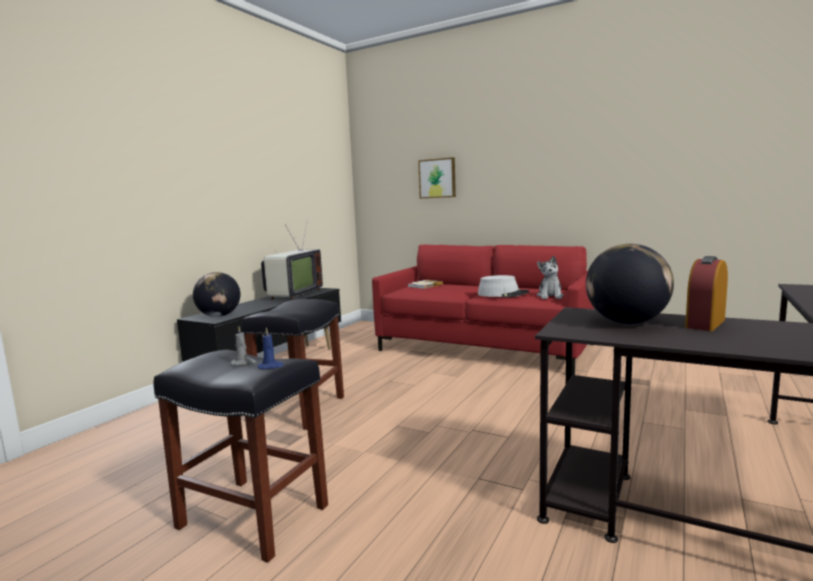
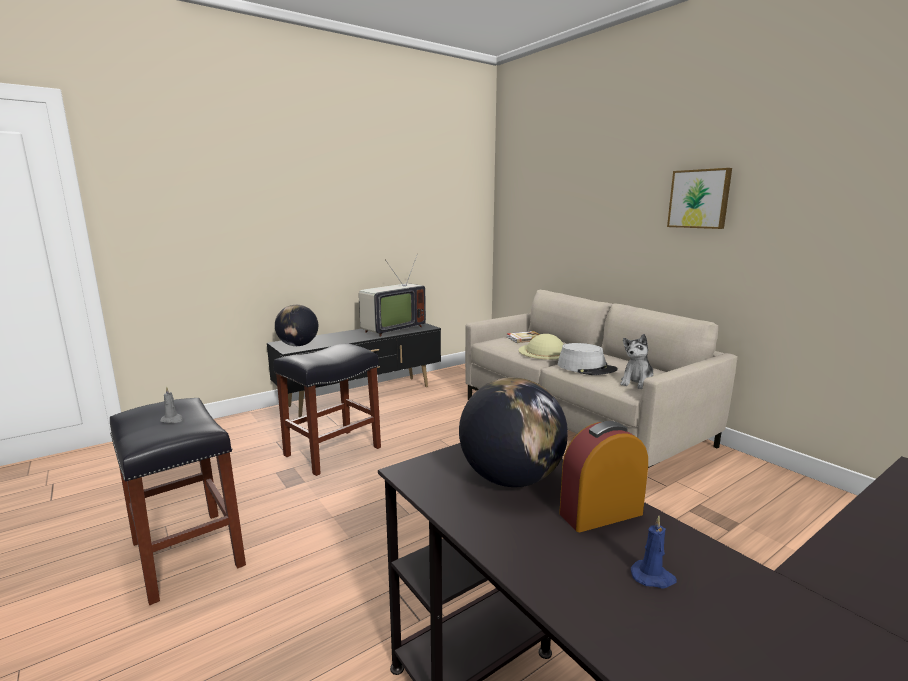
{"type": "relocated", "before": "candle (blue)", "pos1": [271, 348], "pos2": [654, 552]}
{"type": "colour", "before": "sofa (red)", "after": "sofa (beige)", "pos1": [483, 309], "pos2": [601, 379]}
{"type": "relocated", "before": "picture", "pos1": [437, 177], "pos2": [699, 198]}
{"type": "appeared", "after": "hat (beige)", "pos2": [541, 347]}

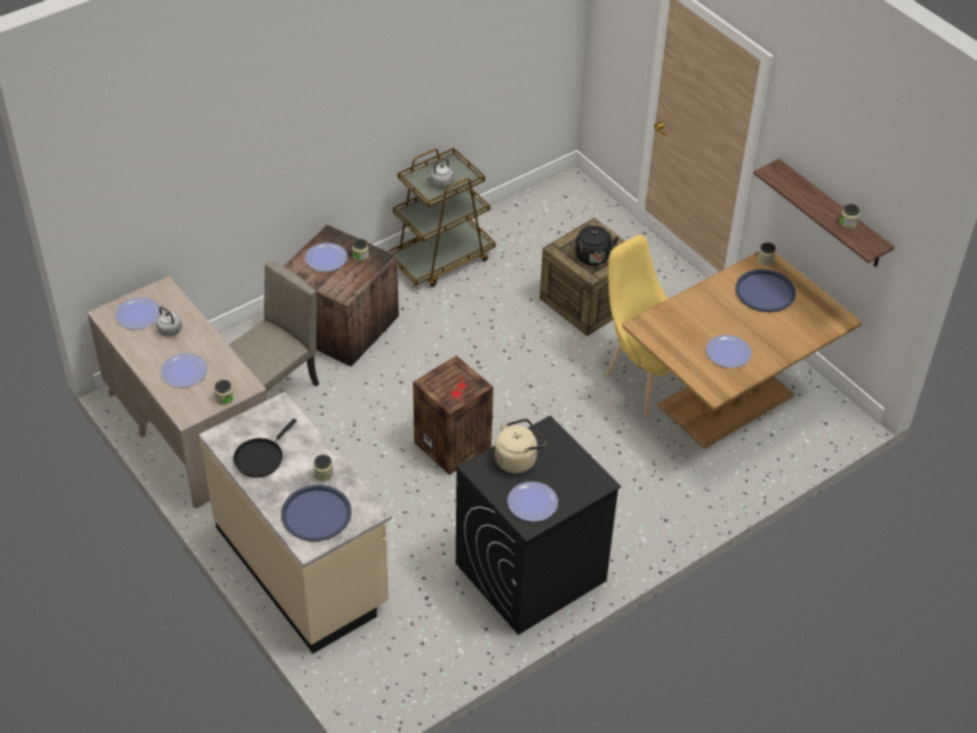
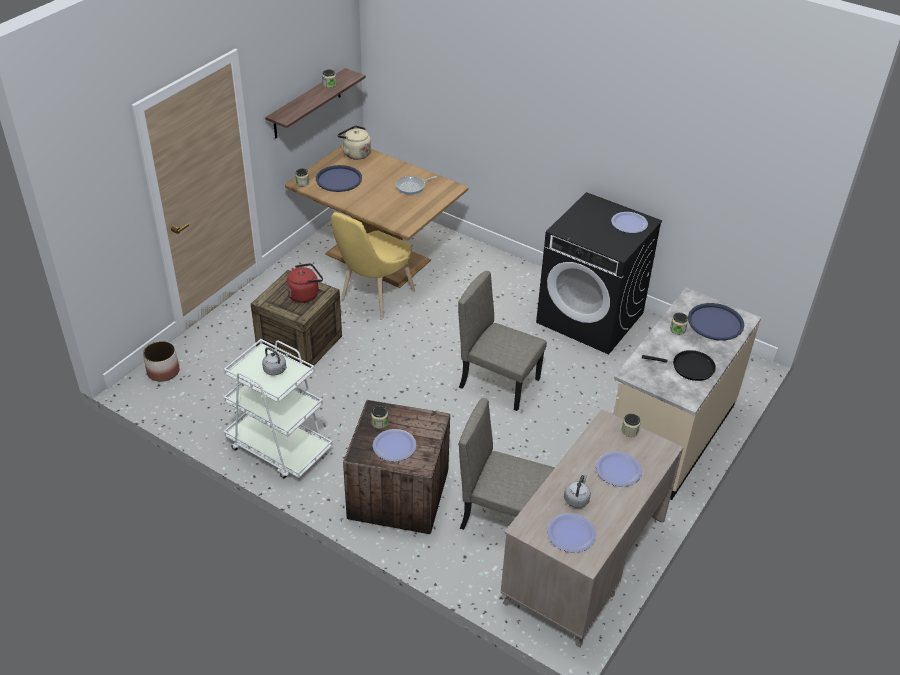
{"type": "colour", "before": "cart (brown)", "after": "cart (white)", "pos1": [442, 217], "pos2": [278, 409]}
{"type": "exchanged", "before": "crate", "after": "chair (beige)", "pos1": [453, 415], "pos2": [502, 341]}
{"type": "relocated", "before": "kettle (beige)", "pos1": [520, 445], "pos2": [354, 142]}
{"type": "colour", "before": "kettle (black)", "after": "kettle (red)", "pos1": [597, 245], "pos2": [304, 283]}
{"type": "exchanged", "before": "plate", "after": "frying pan", "pos1": [729, 351], "pos2": [416, 185]}
{"type": "appeared", "after": "planter", "pos2": [161, 361]}

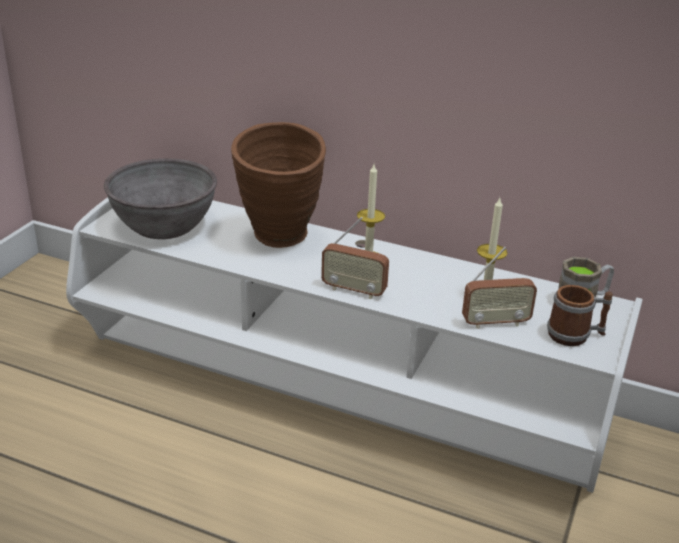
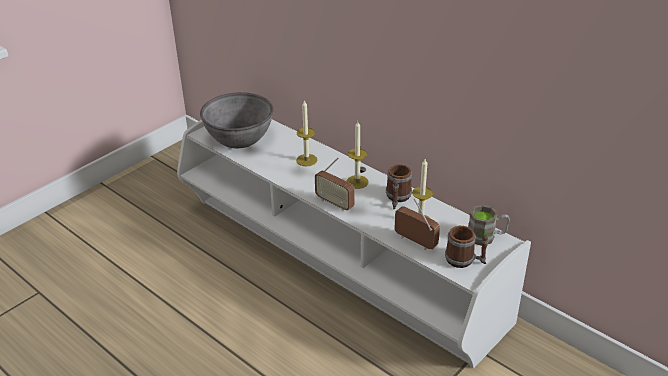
{"type": "exchanged", "before": "vase (brown)", "after": "candle", "pos1": [278, 185], "pos2": [307, 133]}
{"type": "spun", "before": "radio", "pos1": [499, 287], "pos2": [417, 224], "turn": -150}
{"type": "appeared", "after": "mug", "pos2": [399, 186]}

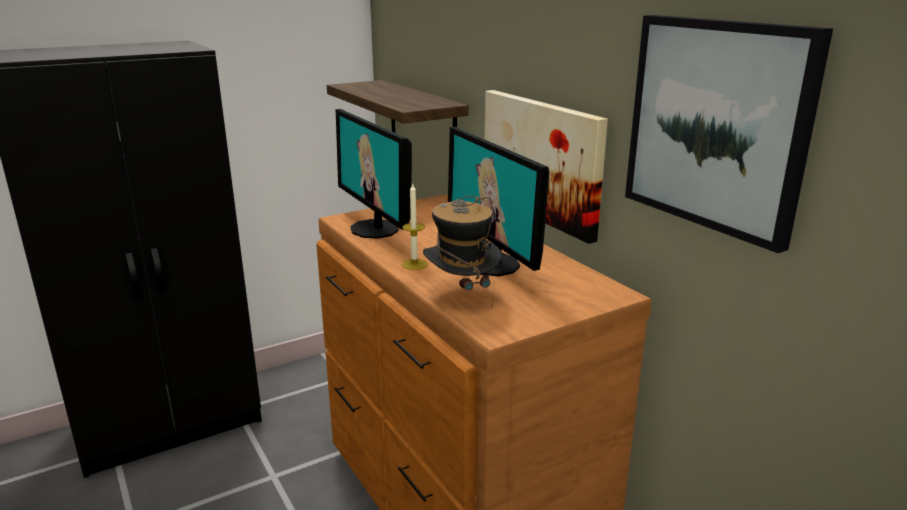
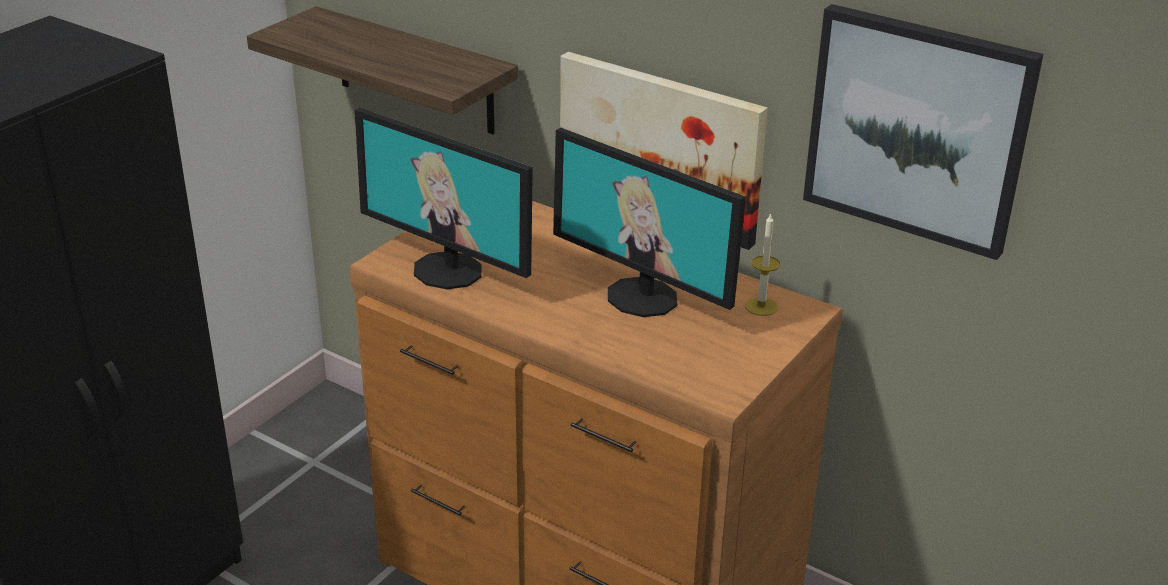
{"type": "relocated", "before": "candle", "pos1": [414, 226], "pos2": [762, 264]}
{"type": "missing", "before": "hat", "pos1": [462, 251]}

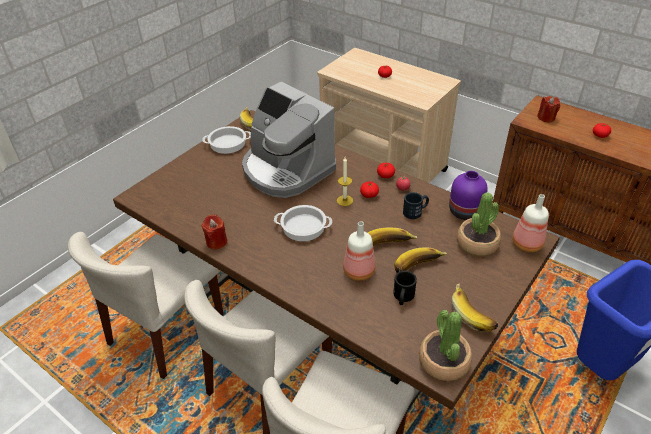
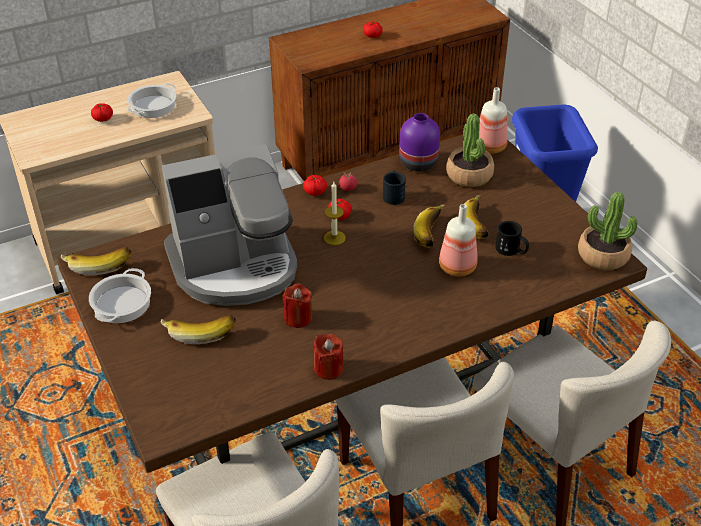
{"type": "relocated", "before": "cooking pot", "pos1": [303, 223], "pos2": [151, 100]}
{"type": "relocated", "before": "banana", "pos1": [475, 307], "pos2": [198, 329]}
{"type": "relocated", "before": "candle (red)", "pos1": [548, 109], "pos2": [297, 305]}

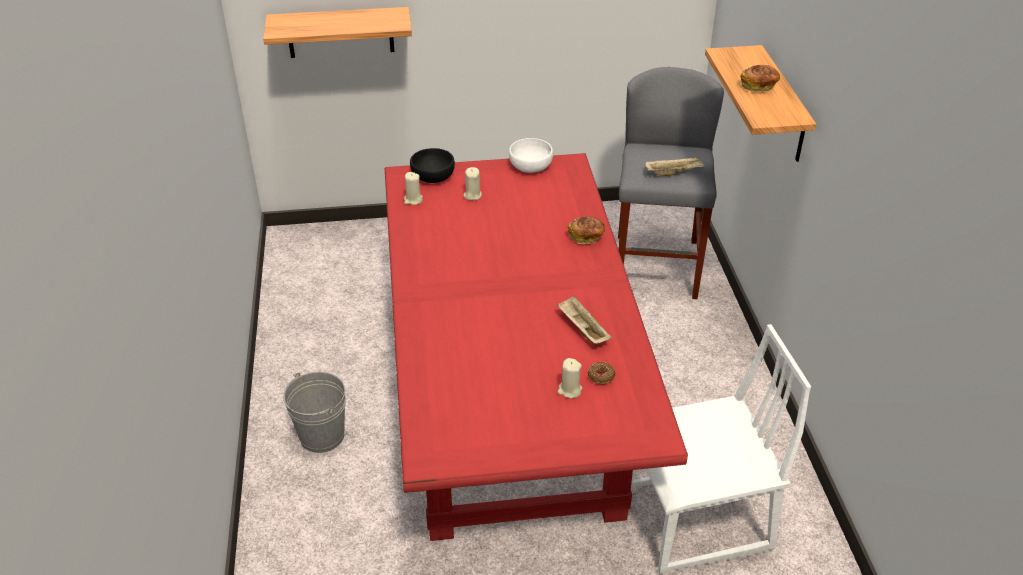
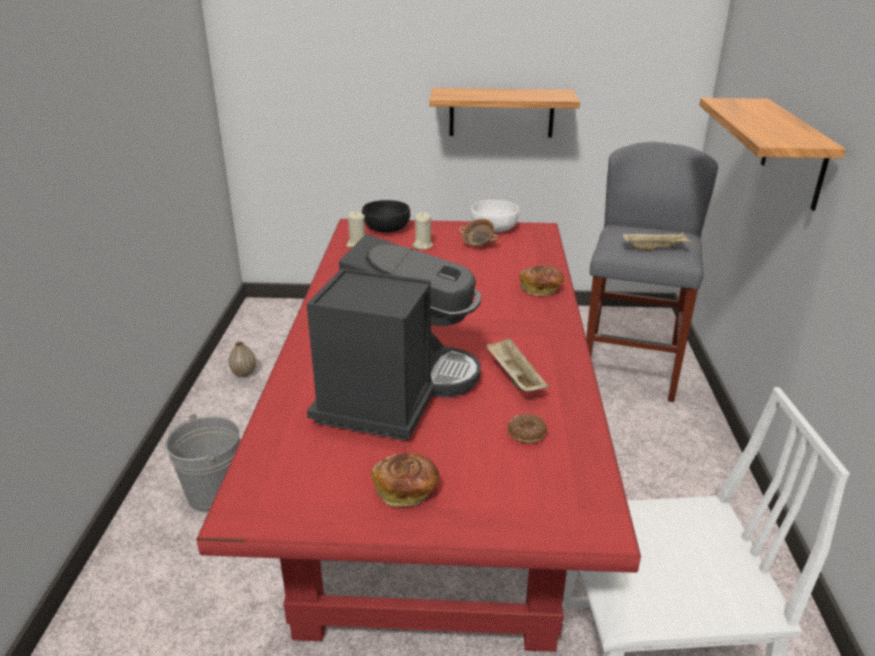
{"type": "relocated", "before": "shelf", "pos1": [337, 32], "pos2": [504, 113]}
{"type": "missing", "before": "candle (beige)", "pos1": [570, 378]}
{"type": "relocated", "before": "bread", "pos1": [760, 79], "pos2": [405, 480]}
{"type": "appeared", "after": "vase", "pos2": [242, 359]}
{"type": "appeared", "after": "coffee machine", "pos2": [394, 337]}
{"type": "appeared", "after": "bowl", "pos2": [479, 233]}

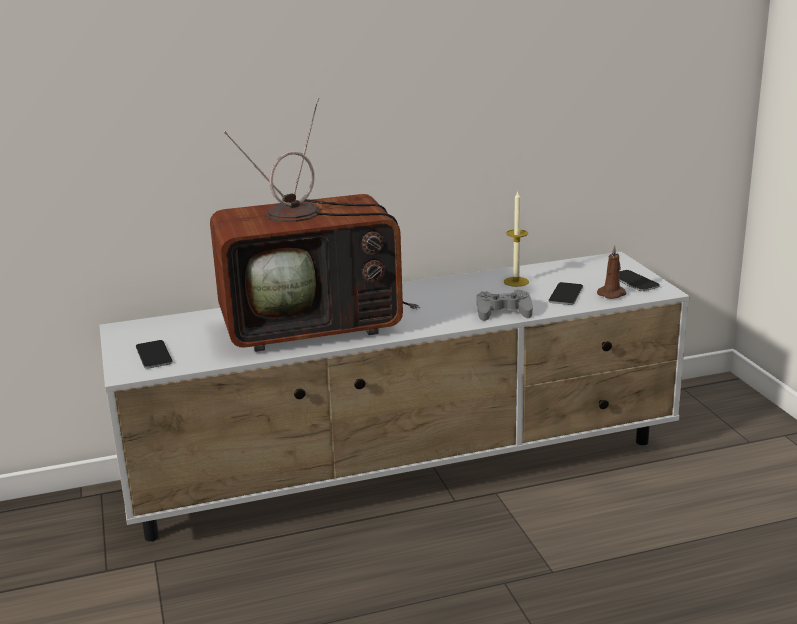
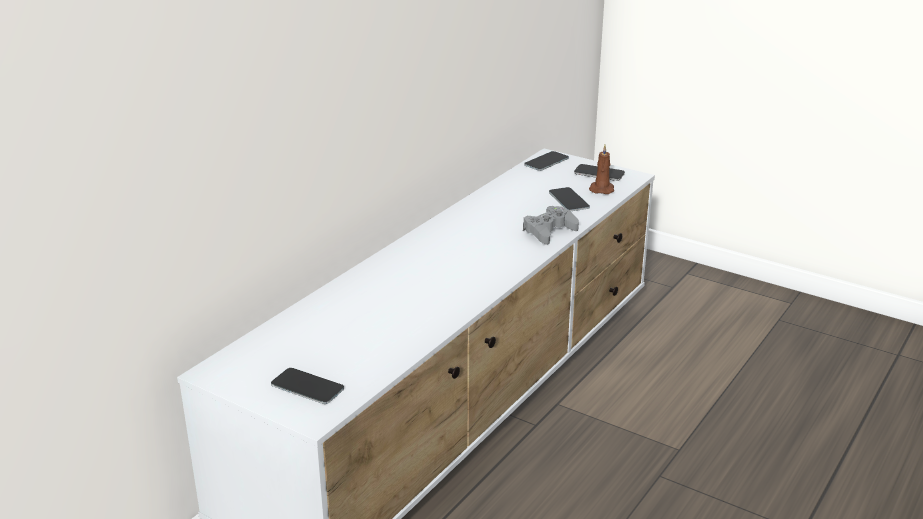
{"type": "missing", "before": "television", "pos1": [315, 225]}
{"type": "missing", "before": "candle", "pos1": [516, 238]}
{"type": "appeared", "after": "phone", "pos2": [546, 161]}

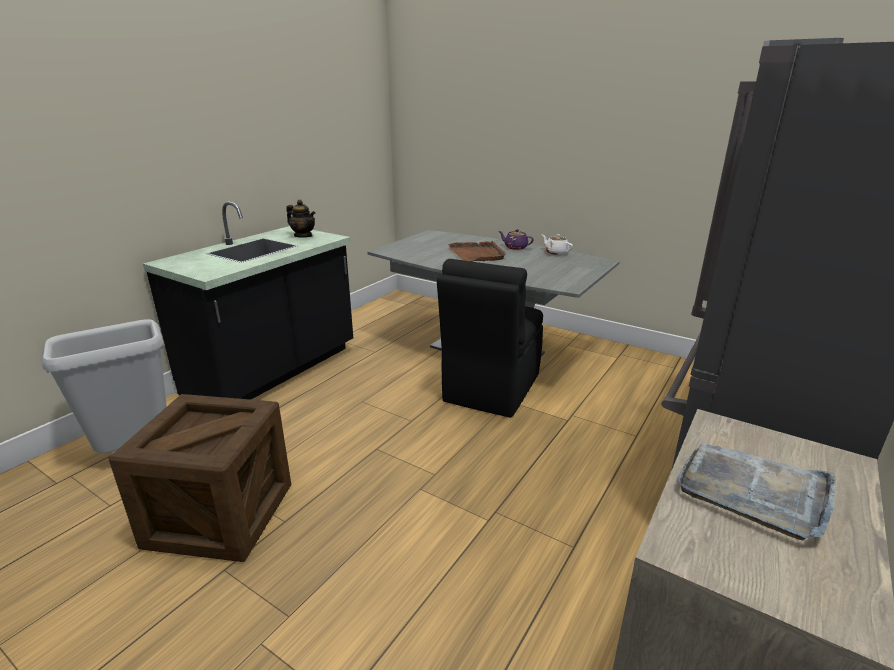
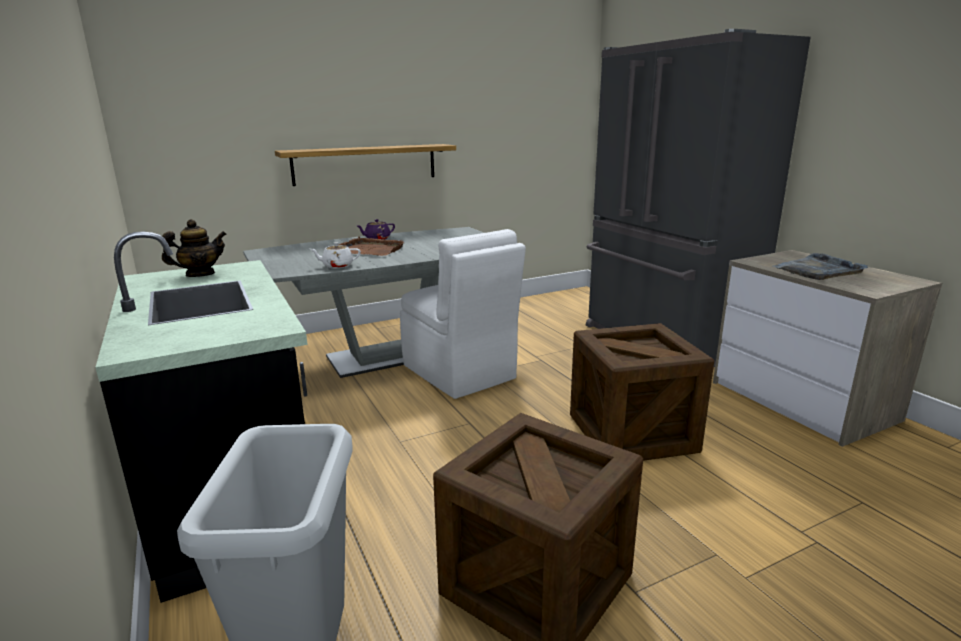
{"type": "colour", "before": "chair (black)", "after": "chair (white)", "pos1": [490, 338], "pos2": [463, 314]}
{"type": "relocated", "before": "teapot (white)", "pos1": [557, 244], "pos2": [335, 255]}
{"type": "appeared", "after": "shelf", "pos2": [365, 165]}
{"type": "appeared", "after": "crate", "pos2": [642, 392]}

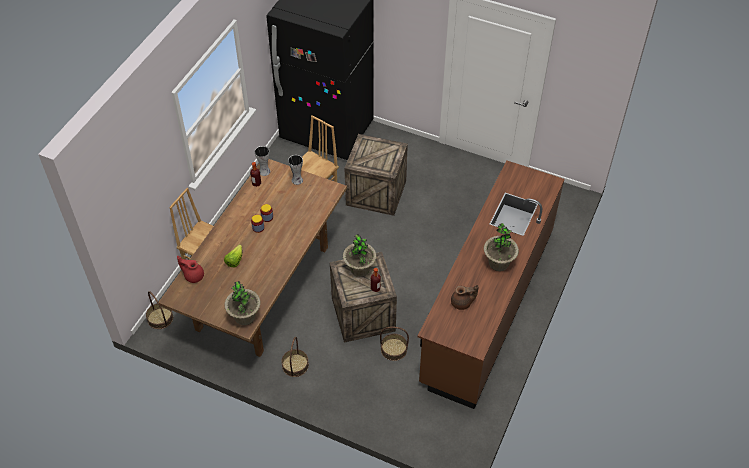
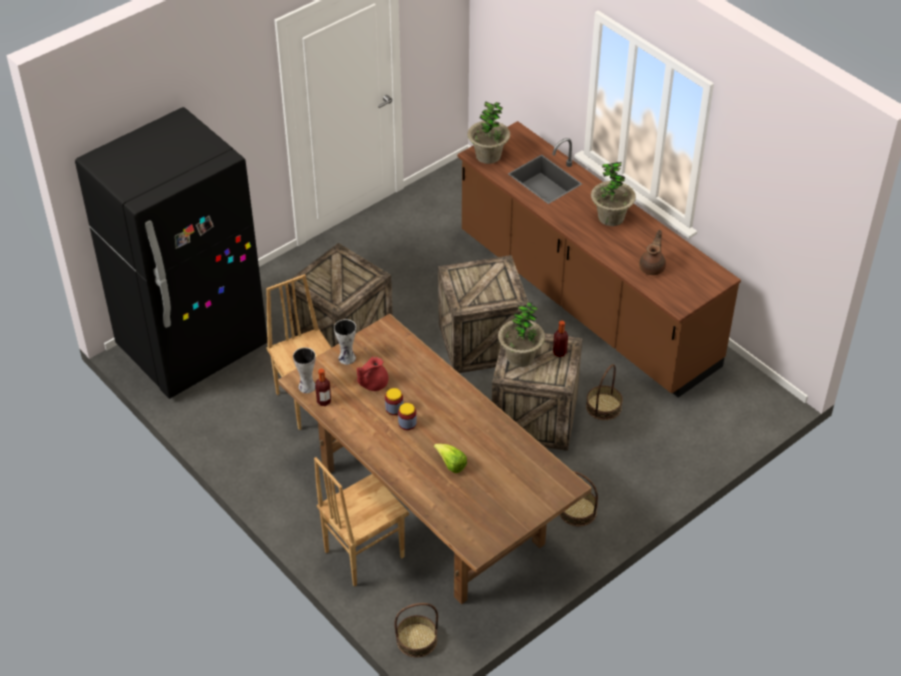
{"type": "relocated", "before": "teapot (red)", "pos1": [190, 269], "pos2": [372, 374]}
{"type": "relocated", "before": "potted plant", "pos1": [242, 303], "pos2": [488, 132]}
{"type": "appeared", "after": "crate", "pos2": [483, 314]}

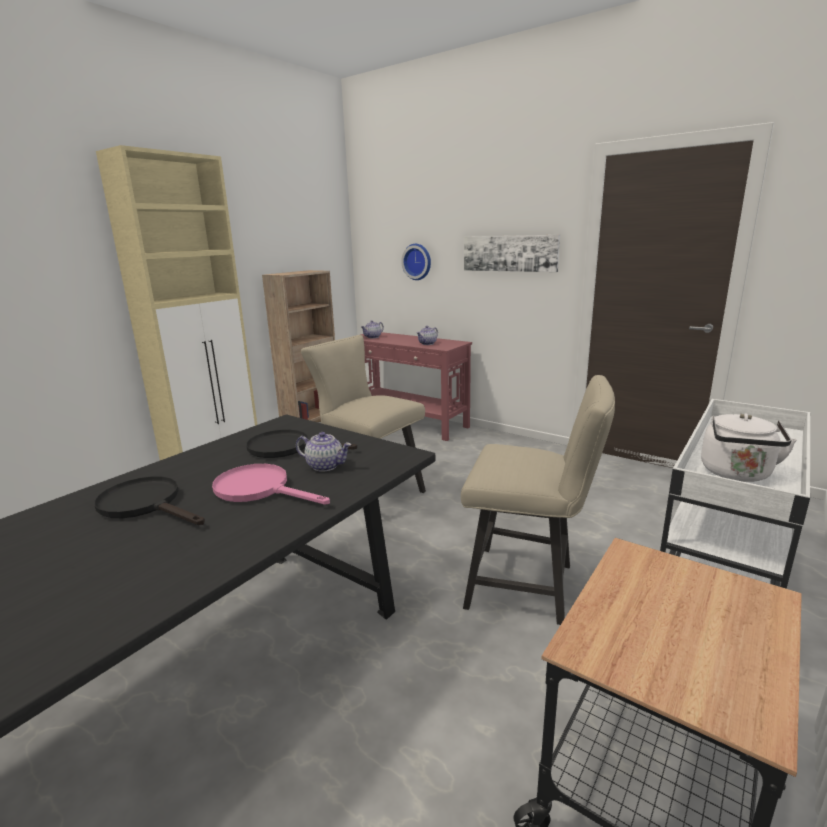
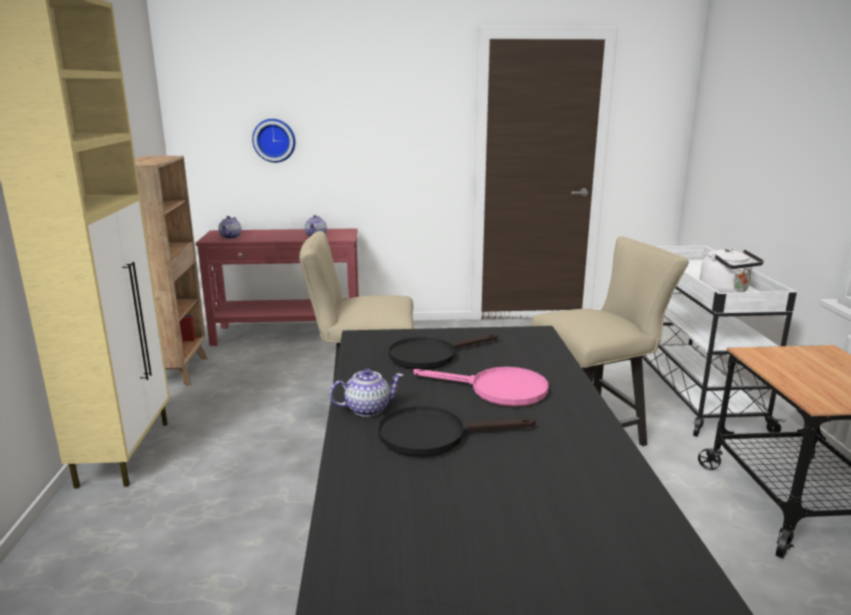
{"type": "spun", "before": "frying pan (pink)", "pos1": [271, 484], "pos2": [480, 386], "turn": -150}
{"type": "relocated", "before": "teapot", "pos1": [324, 452], "pos2": [366, 393]}
{"type": "missing", "before": "picture", "pos1": [512, 253]}

